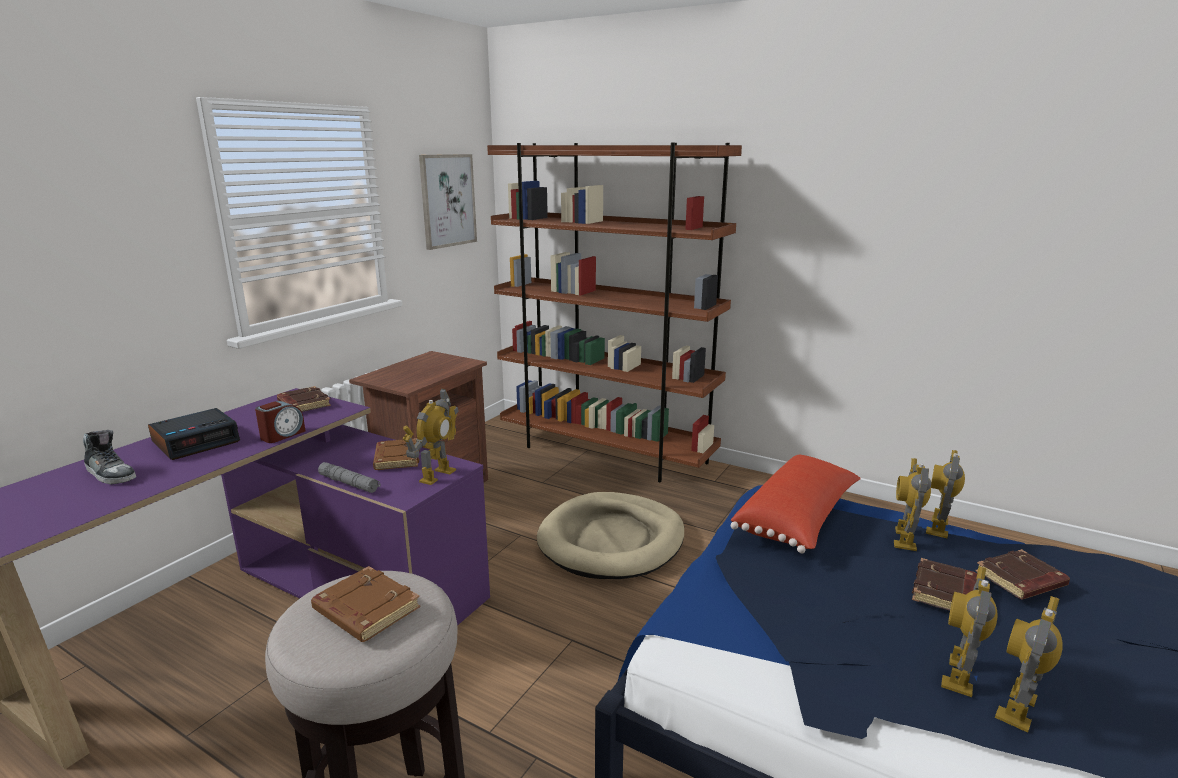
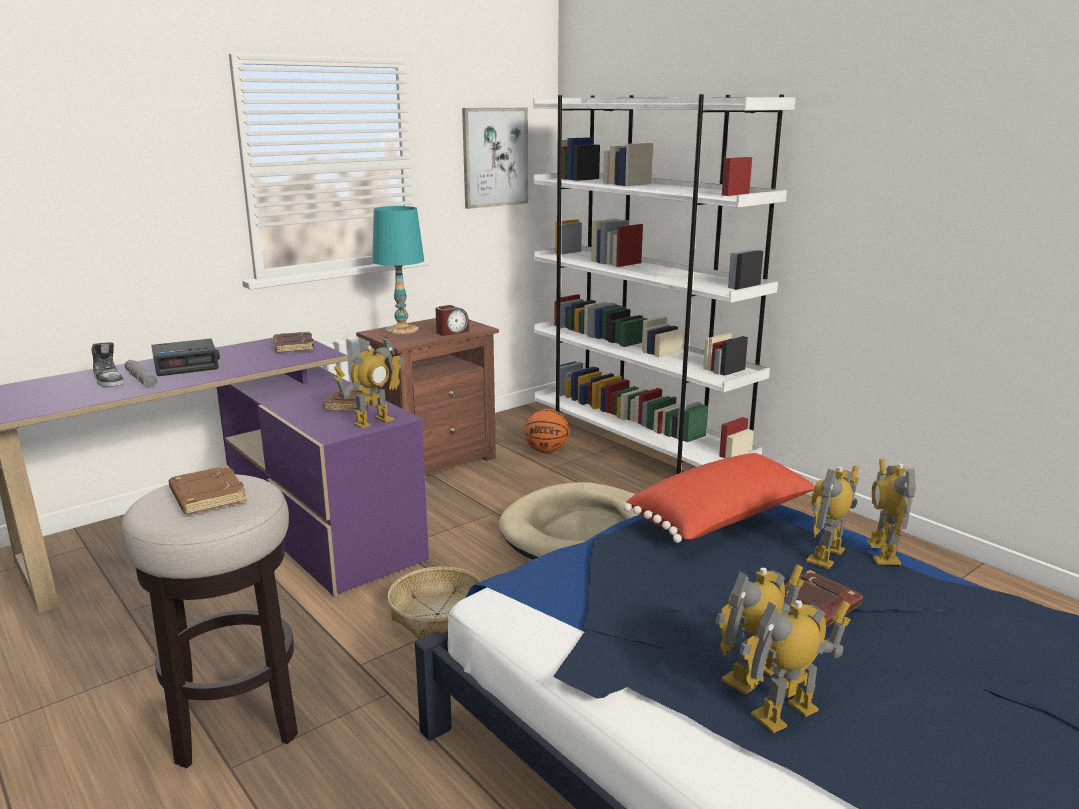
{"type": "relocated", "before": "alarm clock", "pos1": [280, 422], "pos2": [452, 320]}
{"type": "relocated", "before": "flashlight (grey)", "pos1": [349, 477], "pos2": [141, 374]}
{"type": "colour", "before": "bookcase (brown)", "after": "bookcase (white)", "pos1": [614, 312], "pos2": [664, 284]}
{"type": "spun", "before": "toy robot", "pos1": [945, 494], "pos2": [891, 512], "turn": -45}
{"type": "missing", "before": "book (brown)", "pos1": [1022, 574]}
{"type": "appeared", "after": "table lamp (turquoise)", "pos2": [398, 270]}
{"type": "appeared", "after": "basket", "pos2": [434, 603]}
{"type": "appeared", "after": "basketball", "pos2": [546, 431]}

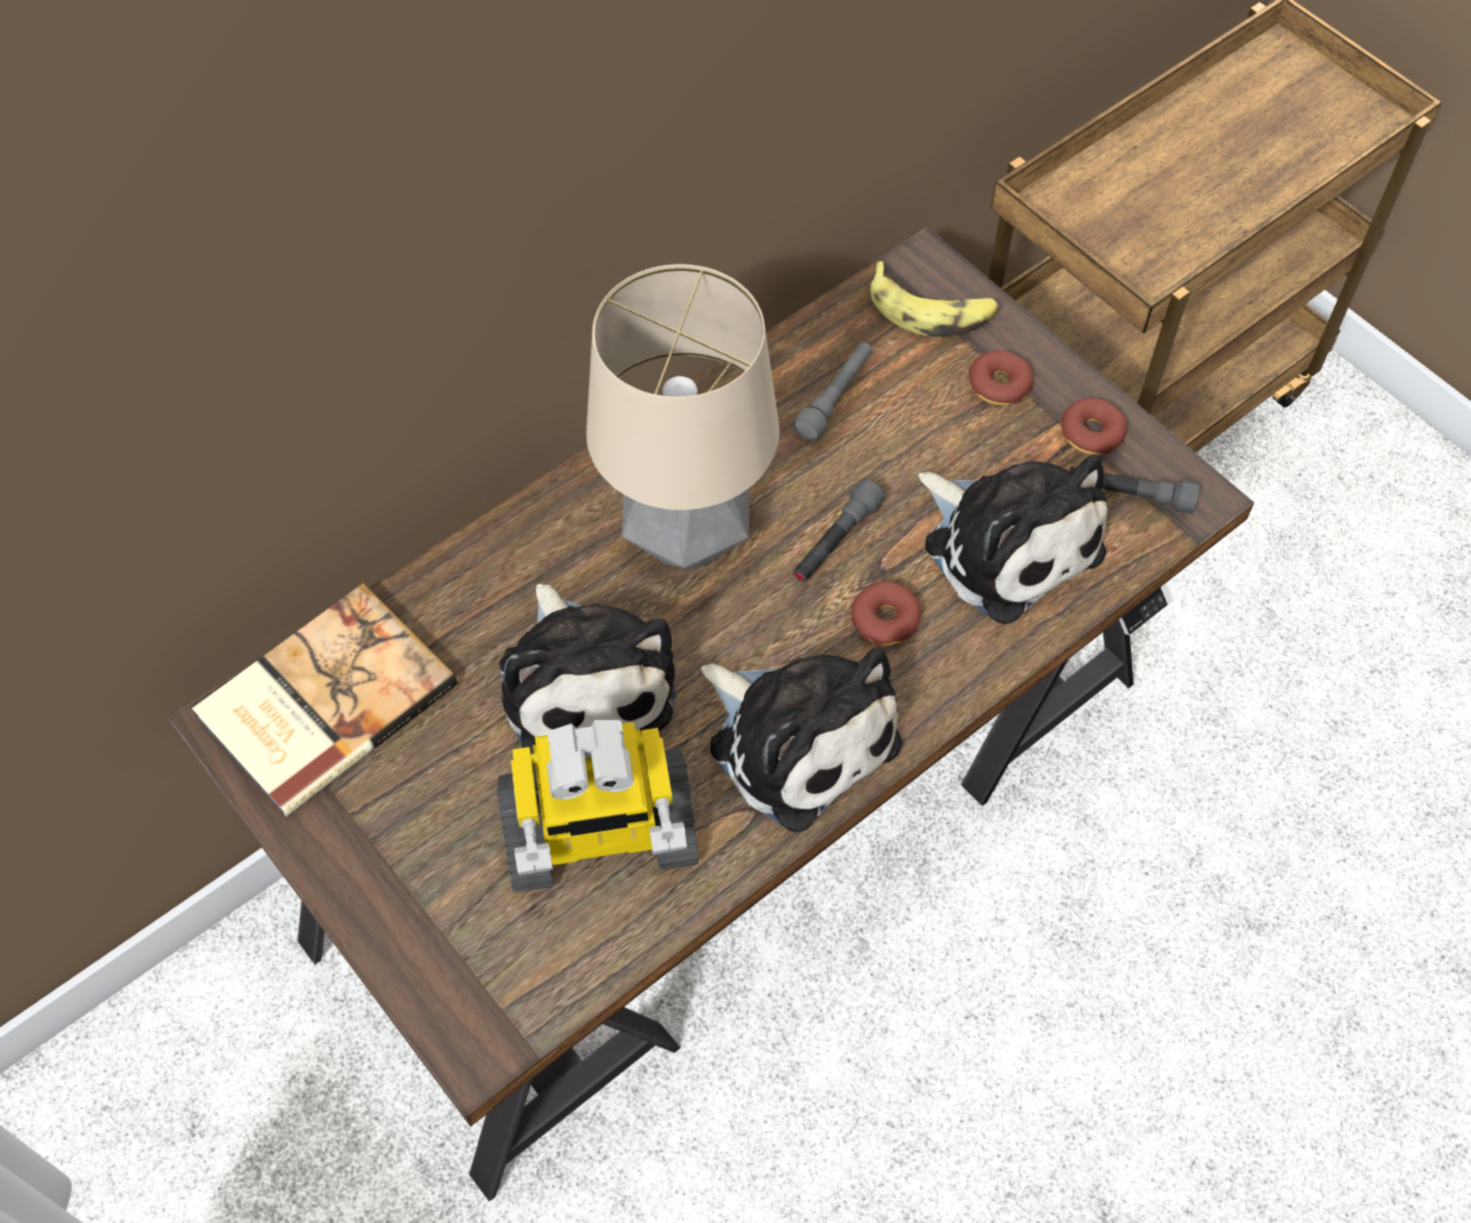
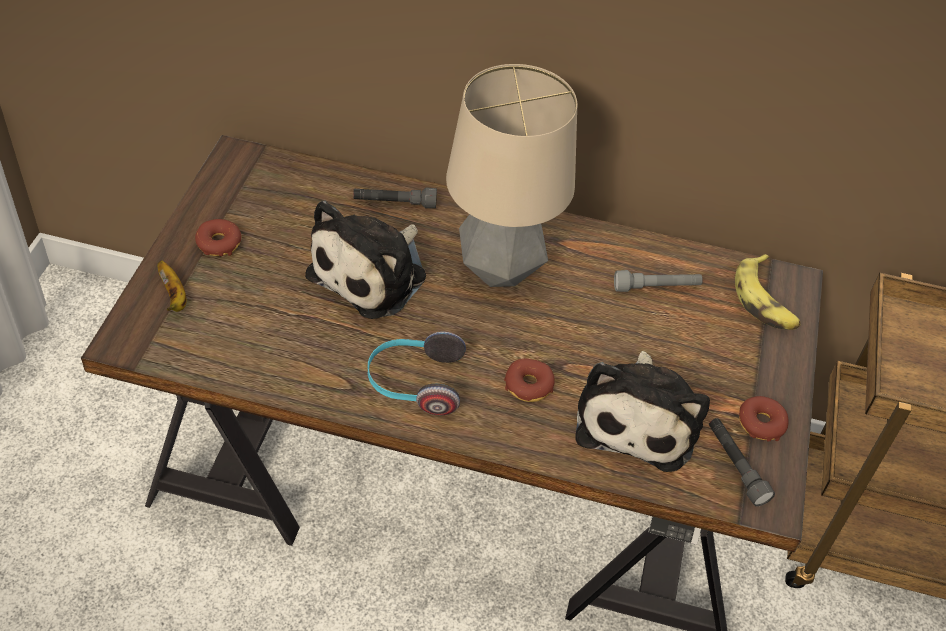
{"type": "missing", "before": "book", "pos1": [325, 700]}
{"type": "missing", "before": "toy robot", "pos1": [598, 806]}
{"type": "exchanged", "before": "plush toy", "after": "headphones", "pos1": [801, 740], "pos2": [417, 373]}
{"type": "relocated", "before": "flashlight (grey)", "pos1": [839, 530], "pos2": [395, 197]}
{"type": "relocated", "before": "donut", "pos1": [1001, 377], "pos2": [218, 237]}
{"type": "appeared", "after": "banana", "pos2": [172, 286]}

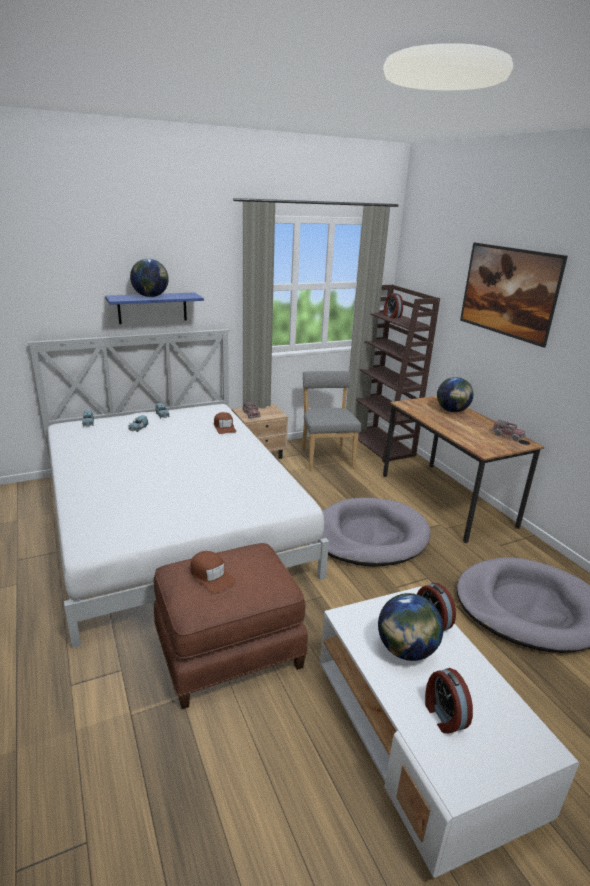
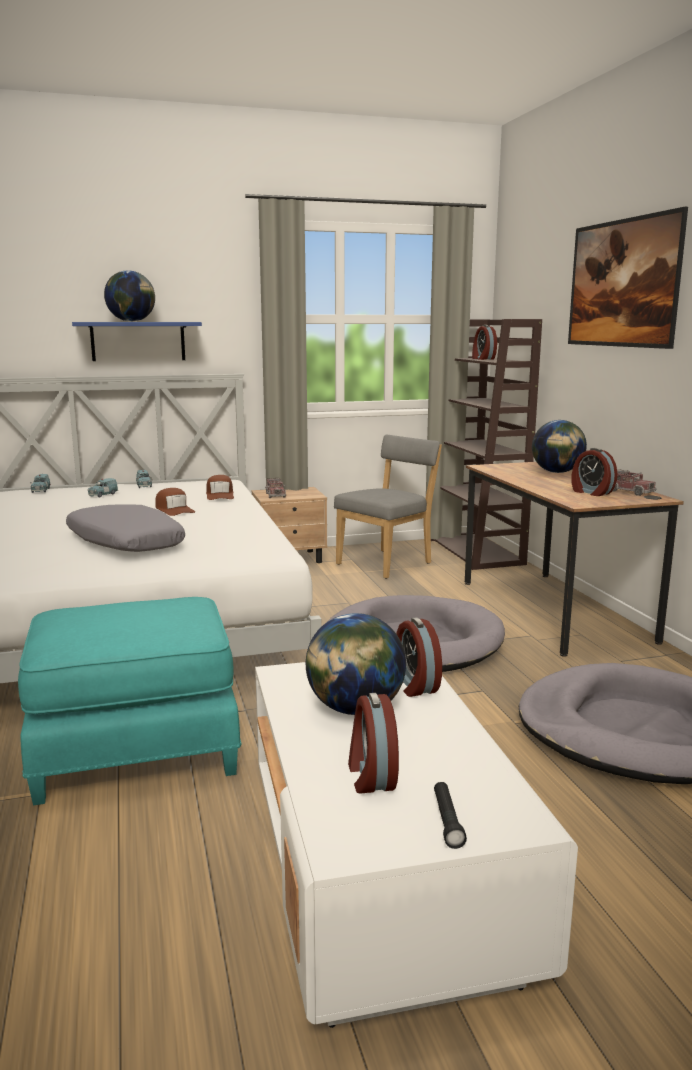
{"type": "colour", "before": "ottoman (brown)", "after": "ottoman (turquoise)", "pos1": [231, 626], "pos2": [129, 701]}
{"type": "relocated", "before": "cap (brown)", "pos1": [213, 572], "pos2": [175, 502]}
{"type": "spun", "before": "chair (grey)", "pos1": [331, 420], "pos2": [388, 507], "turn": 45}
{"type": "appeared", "after": "pillow (grey)", "pos2": [125, 528]}
{"type": "appeared", "after": "flashlight (black)", "pos2": [450, 815]}
{"type": "appeared", "after": "alarm clock", "pos2": [594, 472]}

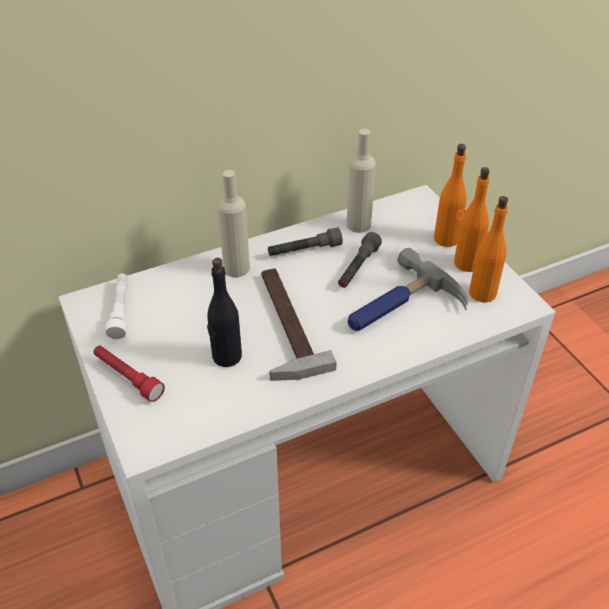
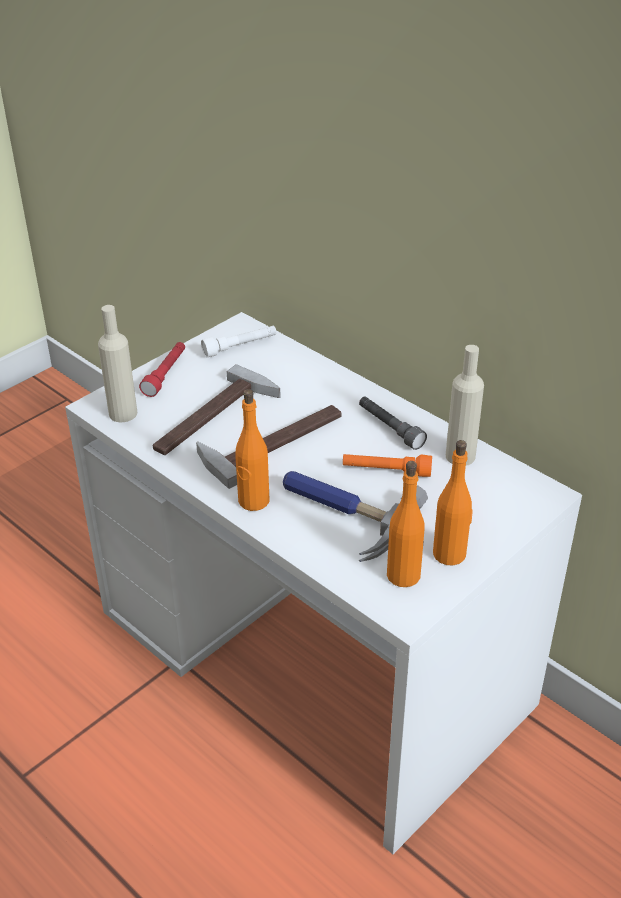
{"type": "exchanged", "before": "bottle (black)", "after": "hammer", "pos1": [224, 312], "pos2": [217, 409]}
{"type": "relocated", "before": "bottle (beige)", "pos1": [234, 223], "pos2": [117, 363]}
{"type": "colour", "before": "flashlight (grey)", "after": "flashlight (orange)", "pos1": [360, 260], "pos2": [387, 465]}
{"type": "relocated", "before": "bottle (orange)", "pos1": [450, 195], "pos2": [252, 450]}

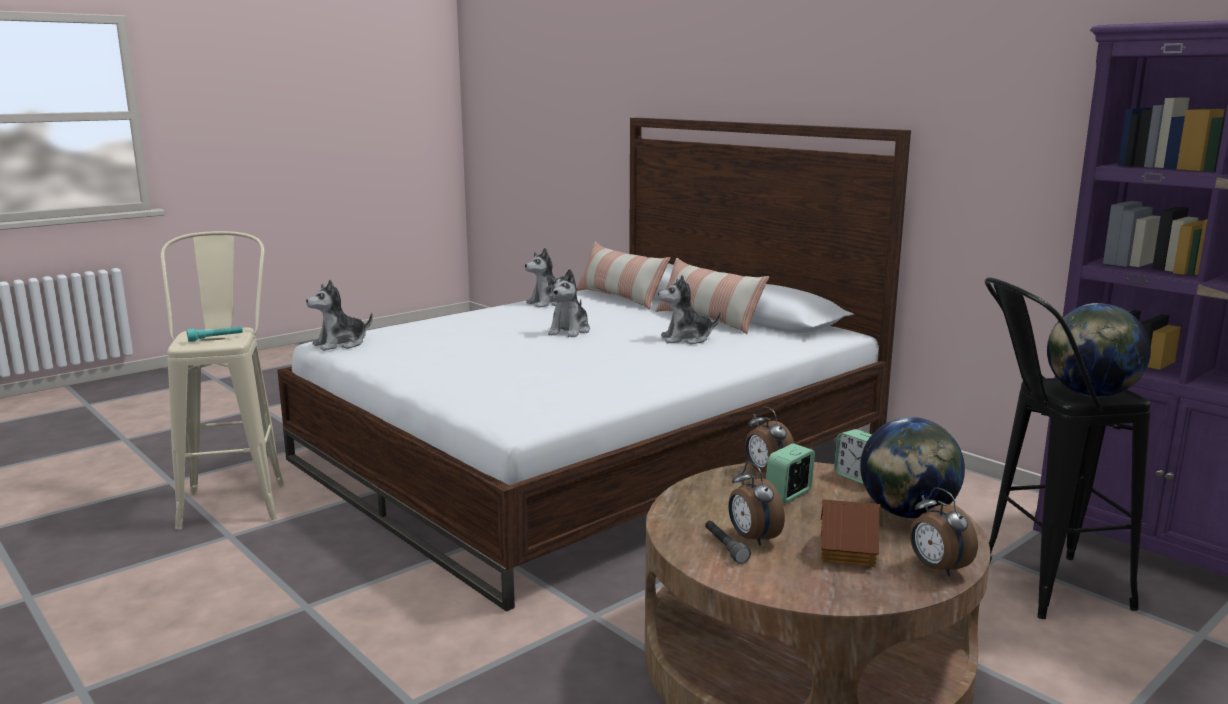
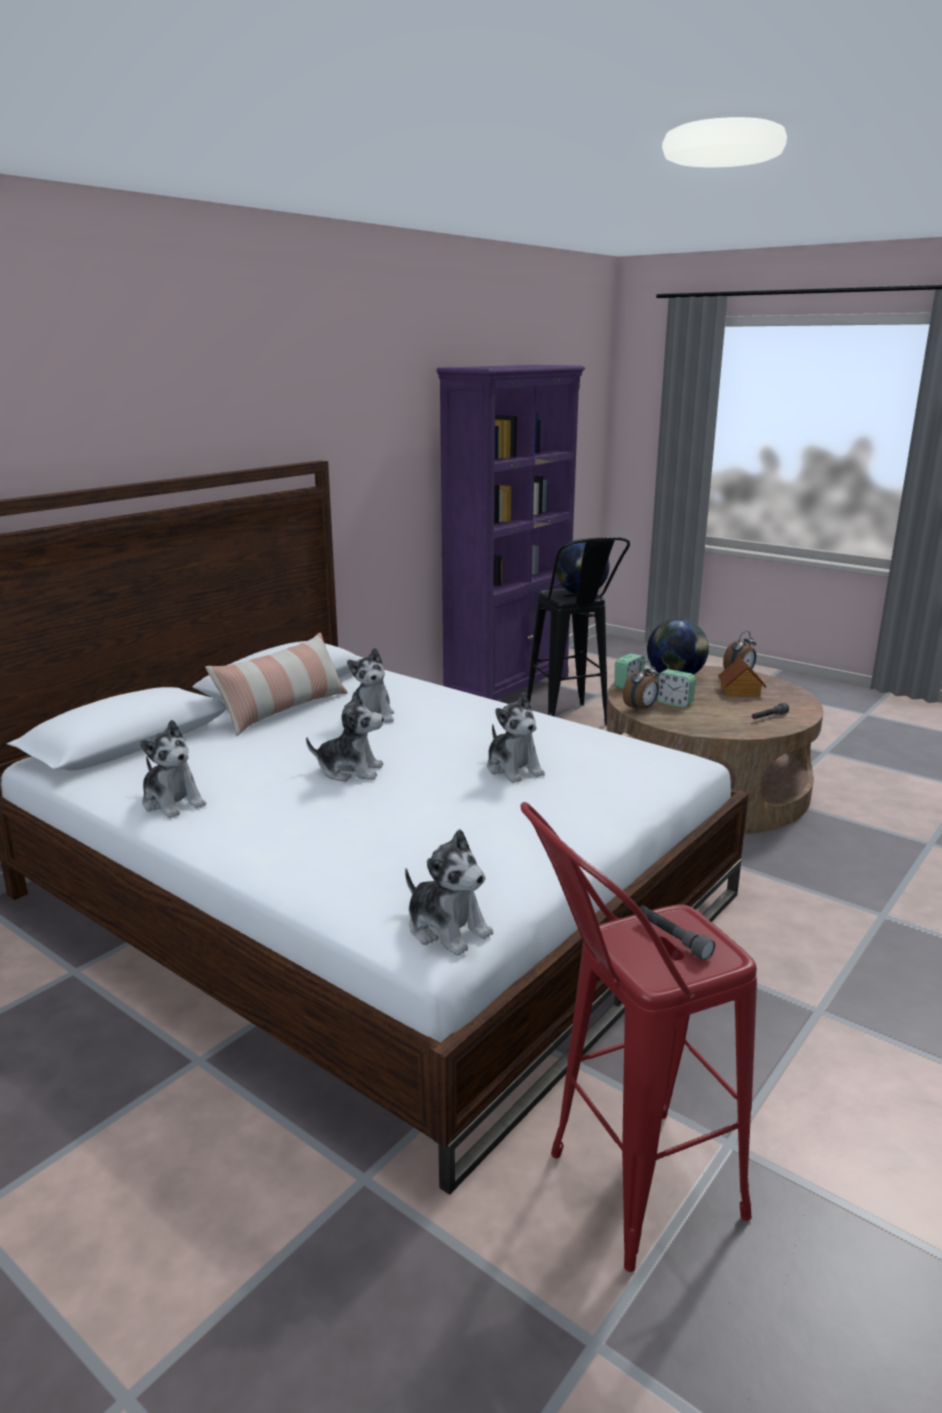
{"type": "colour", "before": "stool (beige)", "after": "stool (red)", "pos1": [222, 380], "pos2": [639, 1037]}
{"type": "colour", "before": "flashlight (turquoise)", "after": "flashlight (grey)", "pos1": [215, 334], "pos2": [677, 932]}
{"type": "missing", "before": "pillow", "pos1": [623, 275]}
{"type": "missing", "before": "alarm clock", "pos1": [756, 504]}
{"type": "appeared", "after": "plush toy", "pos2": [516, 738]}

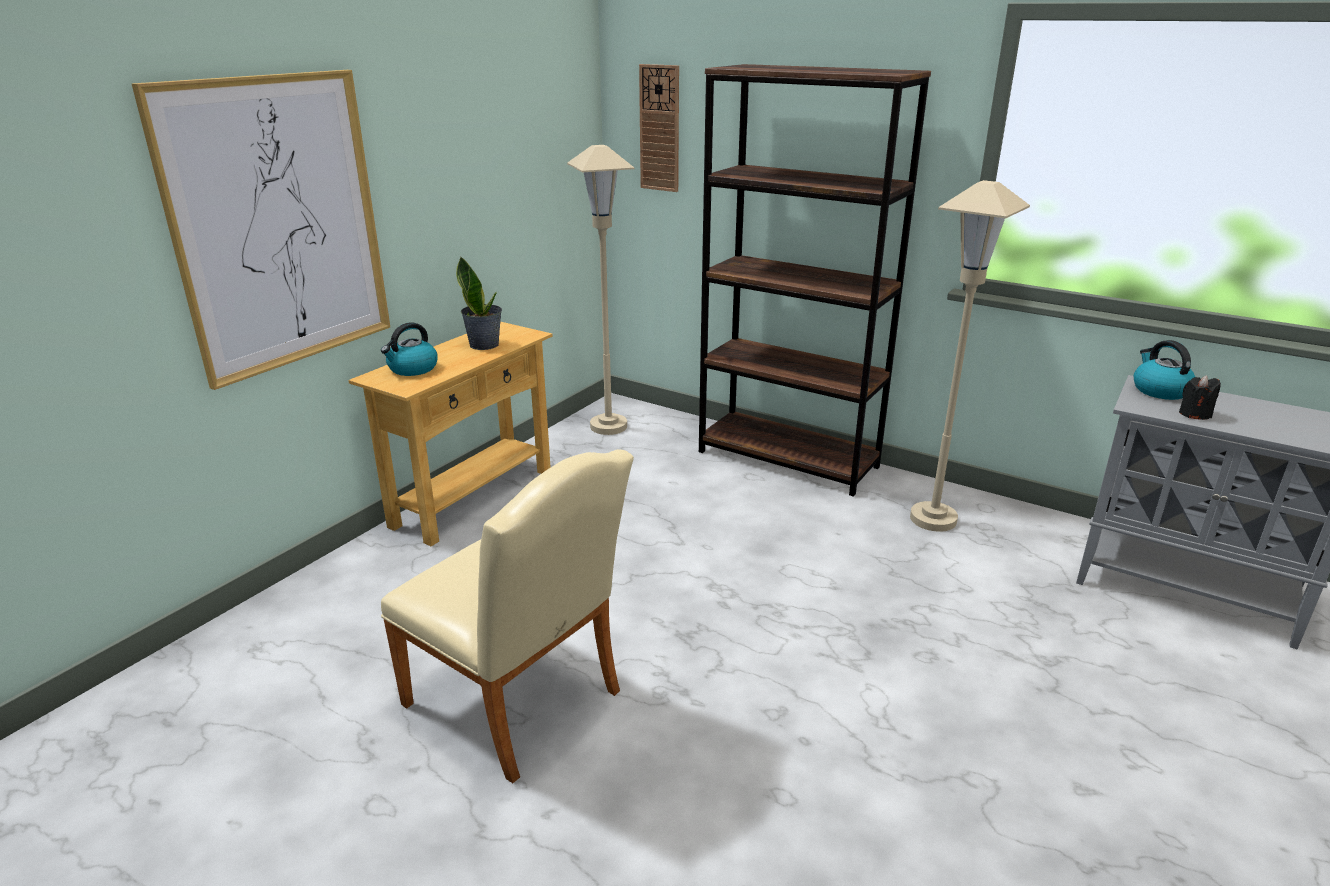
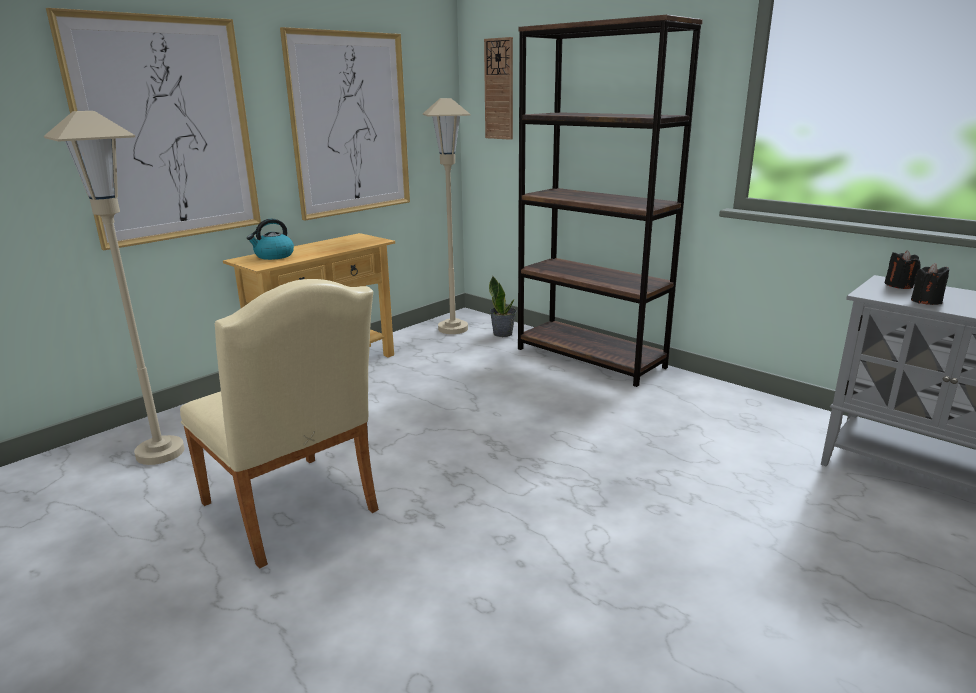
{"type": "relocated", "before": "potted plant", "pos1": [479, 303], "pos2": [503, 306]}
{"type": "relocated", "before": "floor lamp (beige)", "pos1": [970, 356], "pos2": [114, 288]}
{"type": "exchanged", "before": "kettle", "after": "candle (black)", "pos1": [1164, 370], "pos2": [903, 269]}
{"type": "appeared", "after": "picture", "pos2": [345, 123]}

